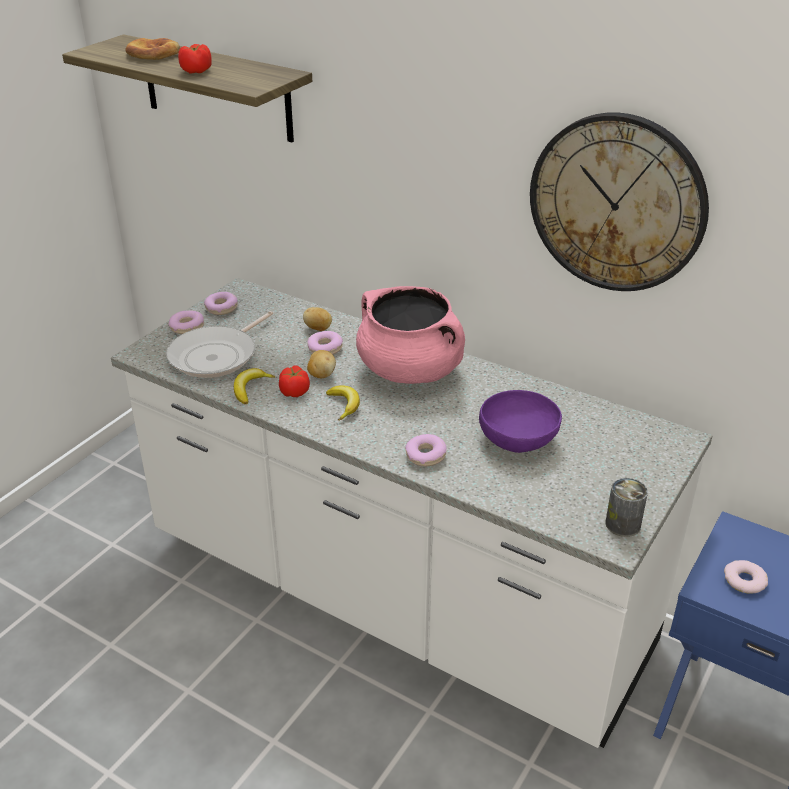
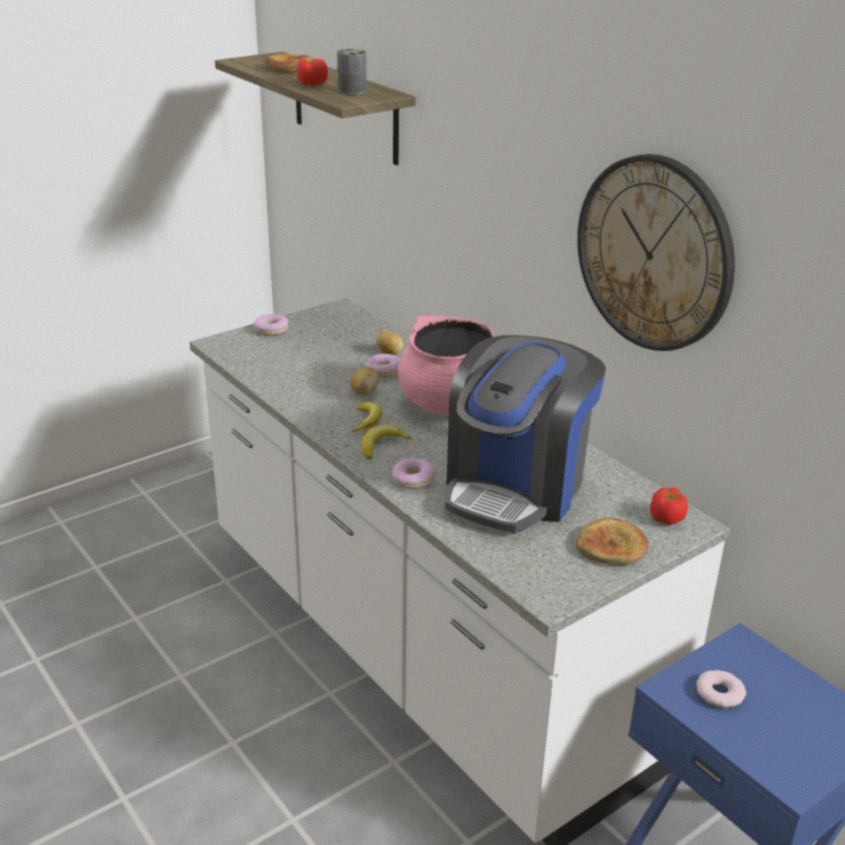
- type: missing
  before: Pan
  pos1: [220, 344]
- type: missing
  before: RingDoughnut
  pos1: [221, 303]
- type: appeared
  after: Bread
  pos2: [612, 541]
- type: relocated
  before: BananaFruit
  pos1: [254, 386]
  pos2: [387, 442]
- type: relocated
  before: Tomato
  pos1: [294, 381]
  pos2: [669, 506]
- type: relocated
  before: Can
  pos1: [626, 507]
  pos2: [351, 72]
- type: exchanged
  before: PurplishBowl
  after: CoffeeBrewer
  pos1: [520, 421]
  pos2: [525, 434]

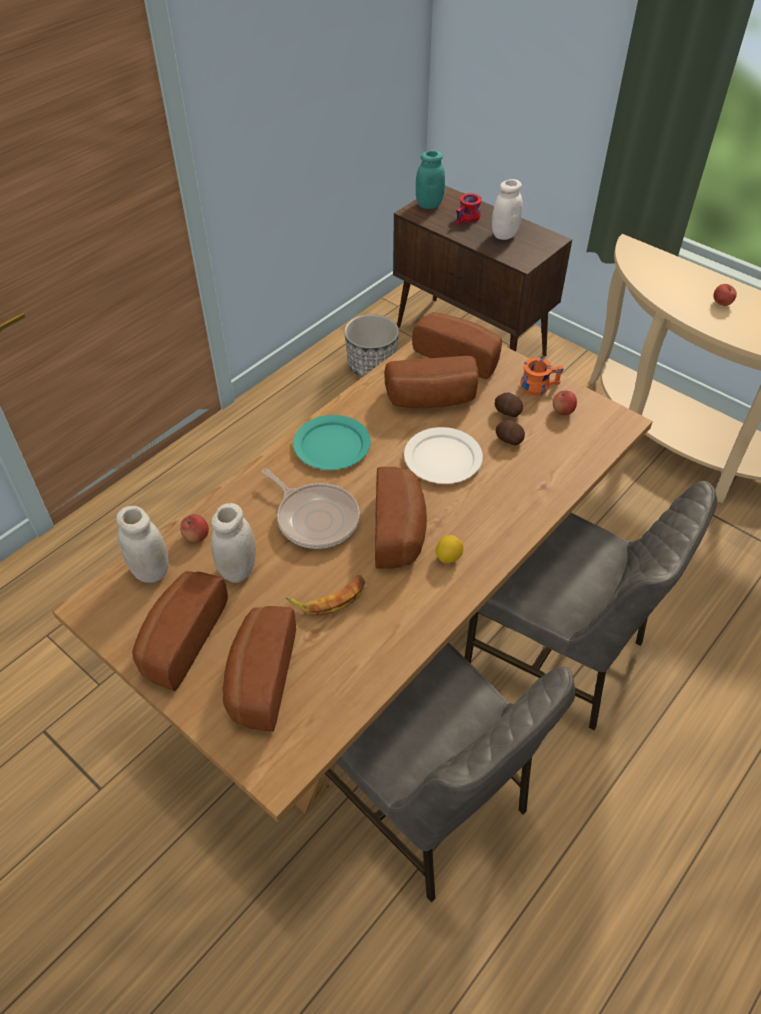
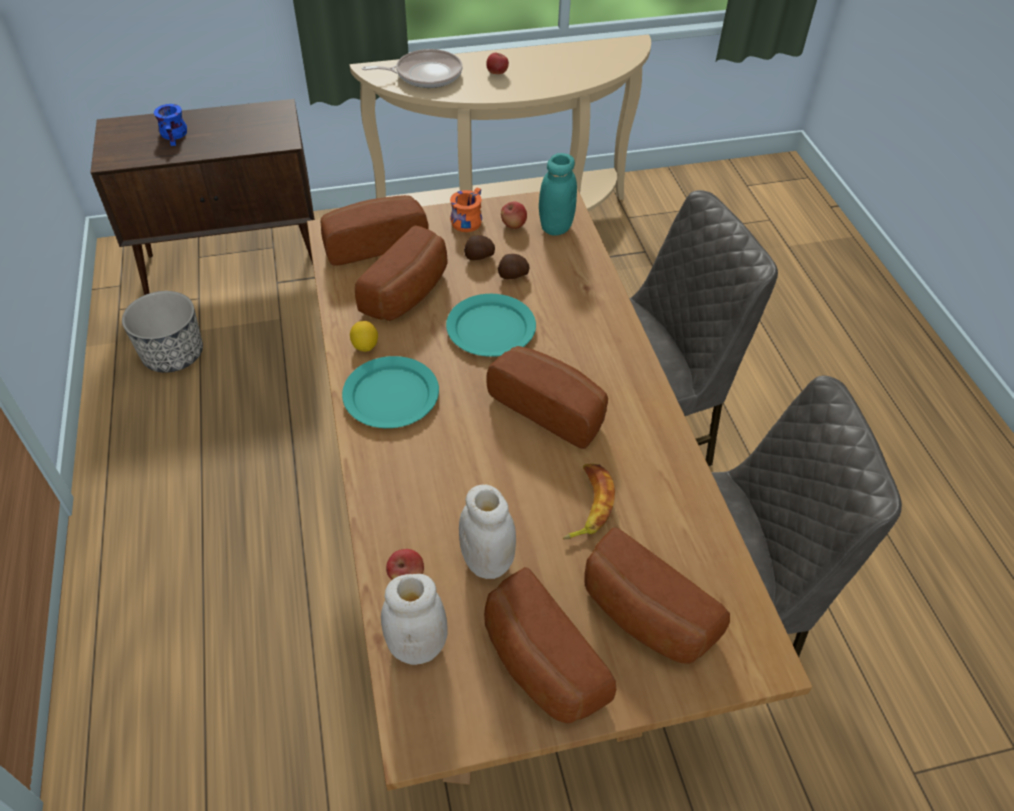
- type: missing
  before: WhitishJar
  pos1: [507, 209]
- type: relocated
  before: Pan
  pos1: [310, 508]
  pos2: [412, 68]
- type: relocated
  before: BlueGreenJar
  pos1: [430, 180]
  pos2: [558, 194]
- type: relocated
  before: CitrusFruit
  pos1: [449, 549]
  pos2: [364, 336]
- type: colour
  before: WhitishFlatDish
  after: BlueGreenFlatDish
  pos1: [443, 455]
  pos2: [491, 325]
- type: colour
  before: RedCoffeeMug
  after: BluishCoffeeMug
  pos1: [469, 209]
  pos2: [170, 125]

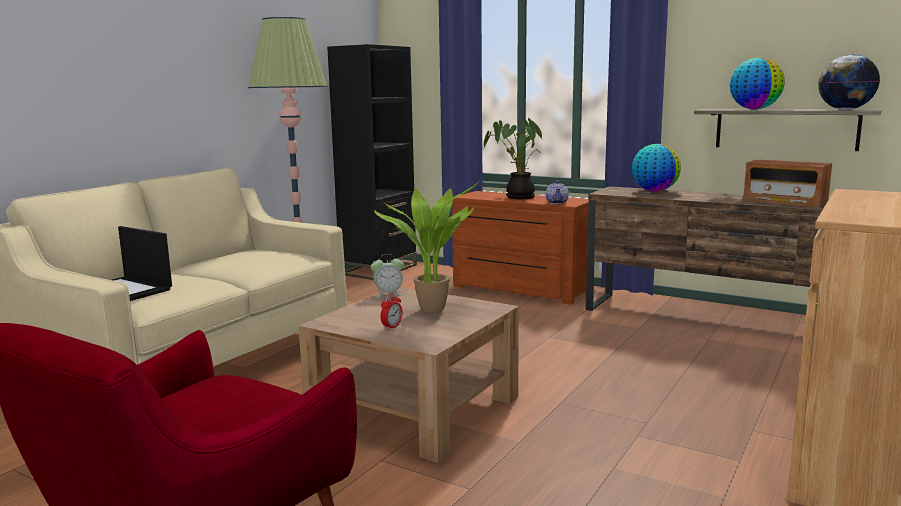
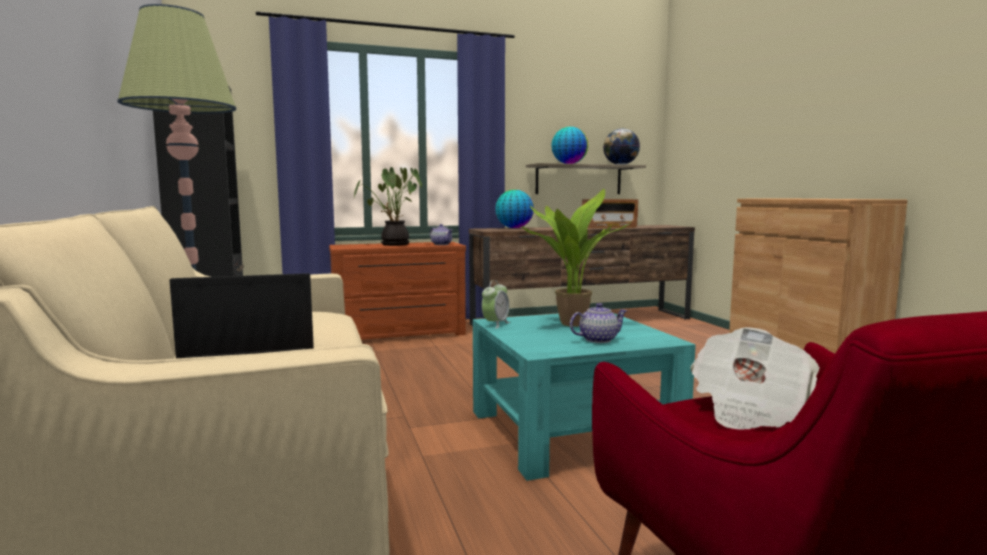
- type: appeared
  after: DailyPaper
  pos2: [754, 378]
- type: exchanged
  before: BedsideClock
  after: Teapot
  pos1: [391, 311]
  pos2: [598, 323]
- type: colour
  before: BrownLoungeTable
  after: BlueGreenLoungeTable
  pos1: [409, 375]
  pos2: [584, 397]

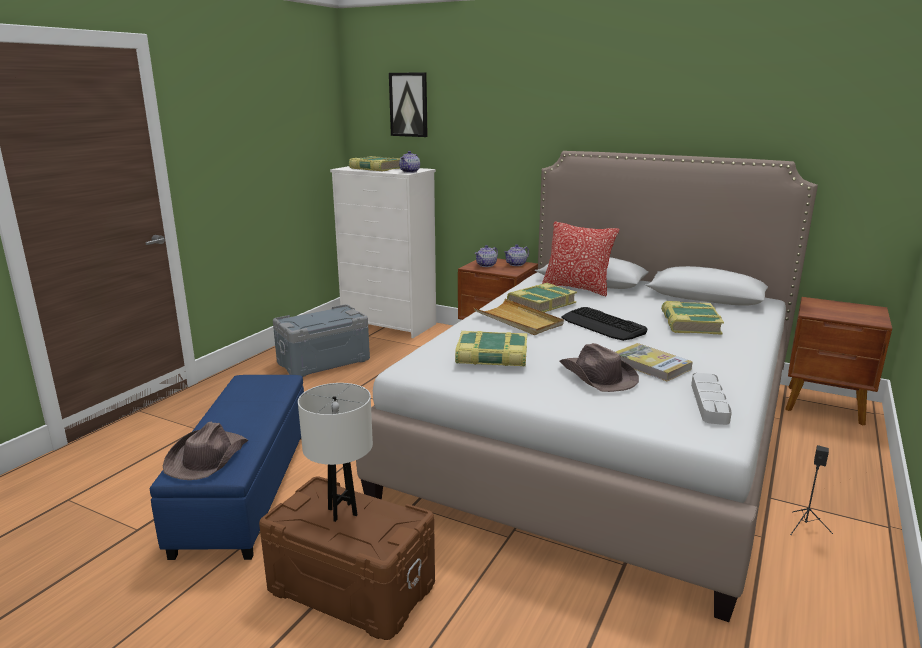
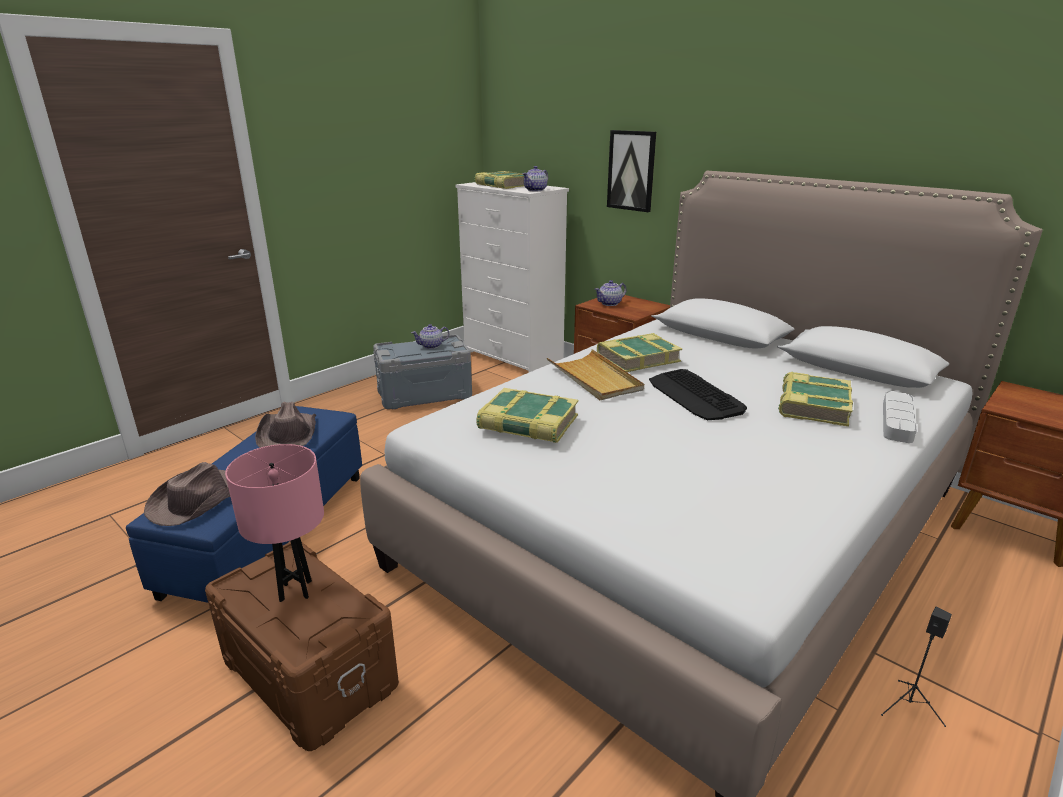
- type: missing
  before: ThrowPillow
  pos1: [580, 258]
- type: missing
  before: Book
  pos1: [654, 362]
- type: relocated
  before: Picture
  pos1: [408, 104]
  pos2: [631, 171]
- type: relocated
  before: Teapot
  pos1: [516, 255]
  pos2: [430, 336]
- type: relocated
  before: BrownHat
  pos1: [599, 367]
  pos2: [285, 425]
- type: relocated
  before: GrayTray
  pos1: [711, 399]
  pos2: [900, 417]
- type: colour
  before: WhitishLampForATable
  after: PinkishLampForATable
  pos1: [335, 452]
  pos2: [274, 523]

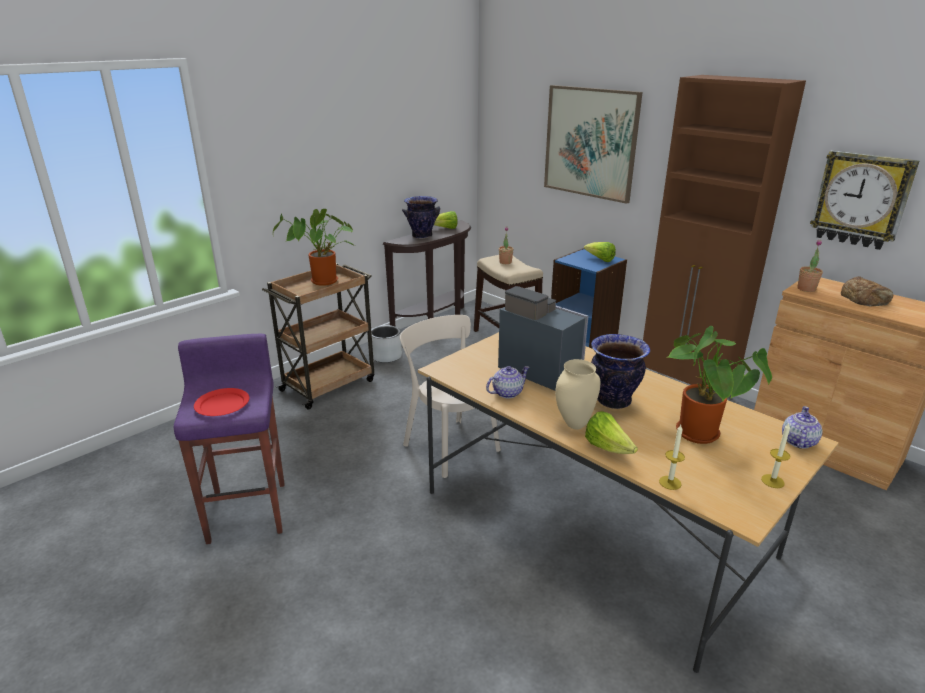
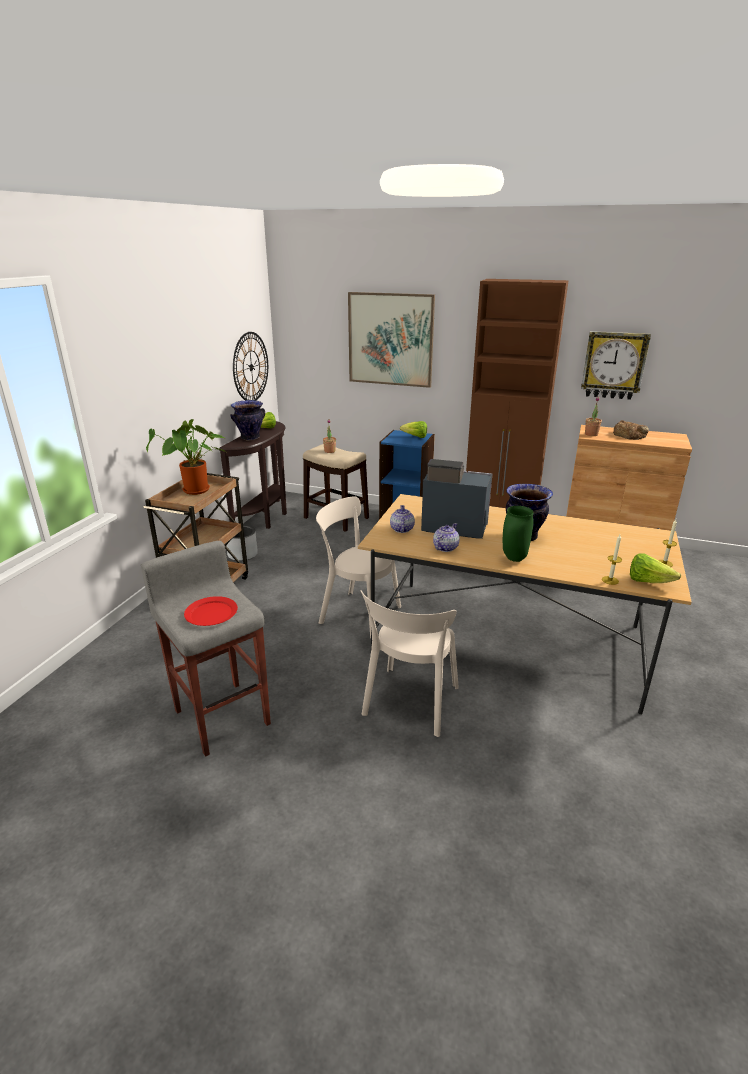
- type: missing
  before: PottedPlant
  pos1: [719, 385]
- type: appeared
  after: ClockOnTheWall
  pos2: [250, 366]
- type: appeared
  after: BeigeColouredChair
  pos2: [409, 663]
- type: relocated
  before: HeadOfLettuce
  pos1: [611, 432]
  pos2: [655, 568]
- type: relocated
  before: Teapot
  pos1: [802, 427]
  pos2: [402, 519]
- type: colour
  before: PurplishStoolSeat
  after: GrayStoolSeat
  pos1: [229, 439]
  pos2: [206, 648]
- type: colour
  before: BeigeColouredFlowerVase
  after: GreenColouredFlowerVase
  pos1: [577, 394]
  pos2: [518, 534]

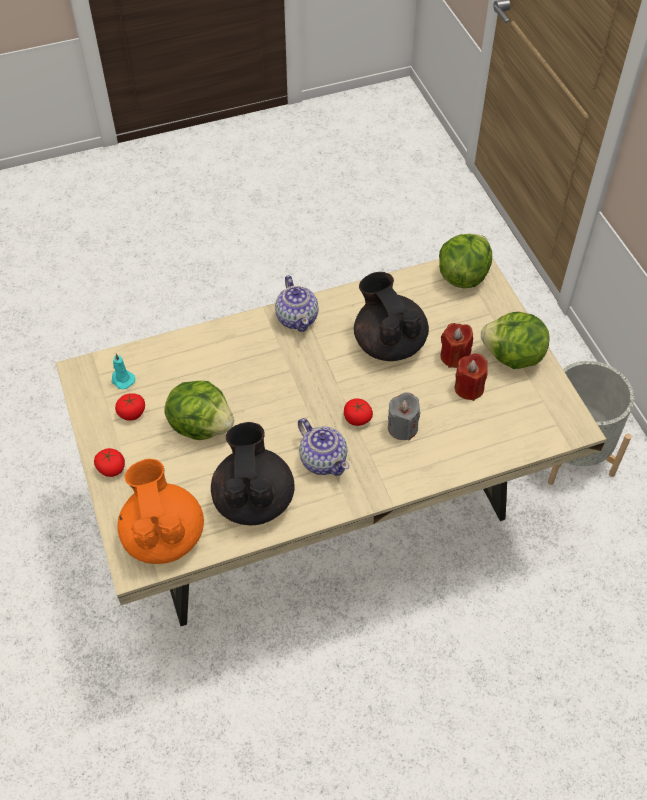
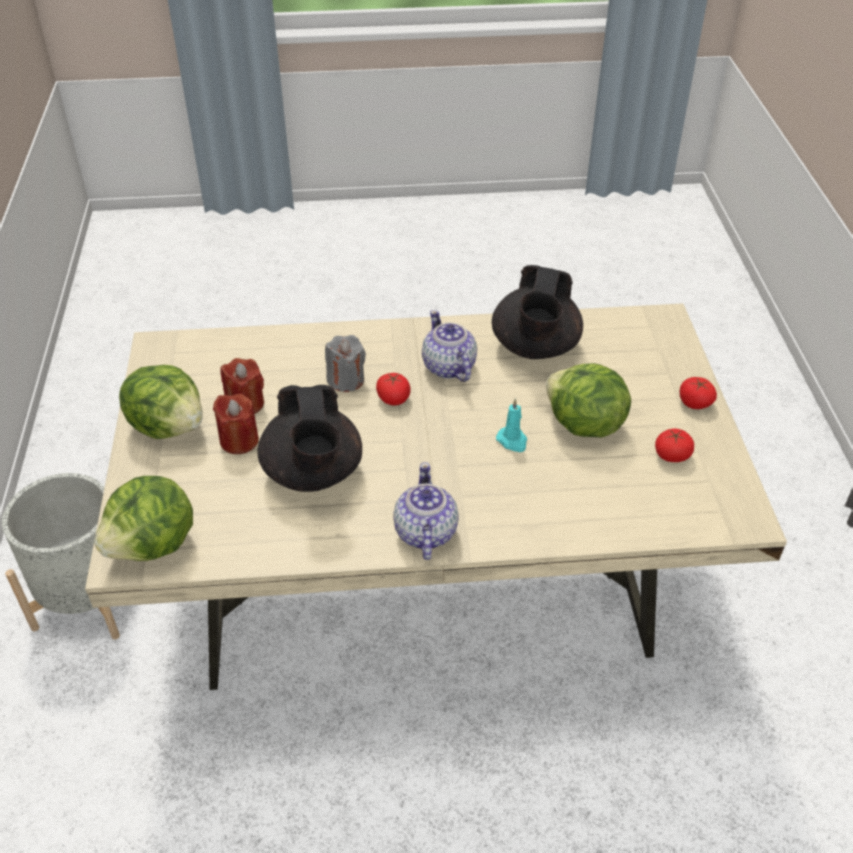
- type: missing
  before: OrangeTeapot
  pos1: [161, 511]
- type: relocated
  before: BlueGreenWaxCandle
  pos1: [123, 371]
  pos2: [511, 425]

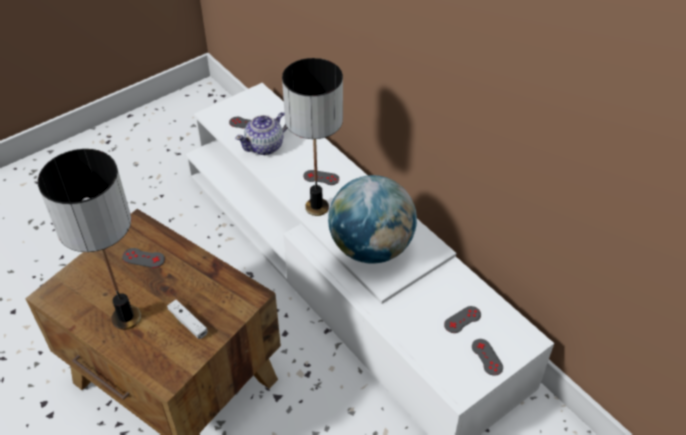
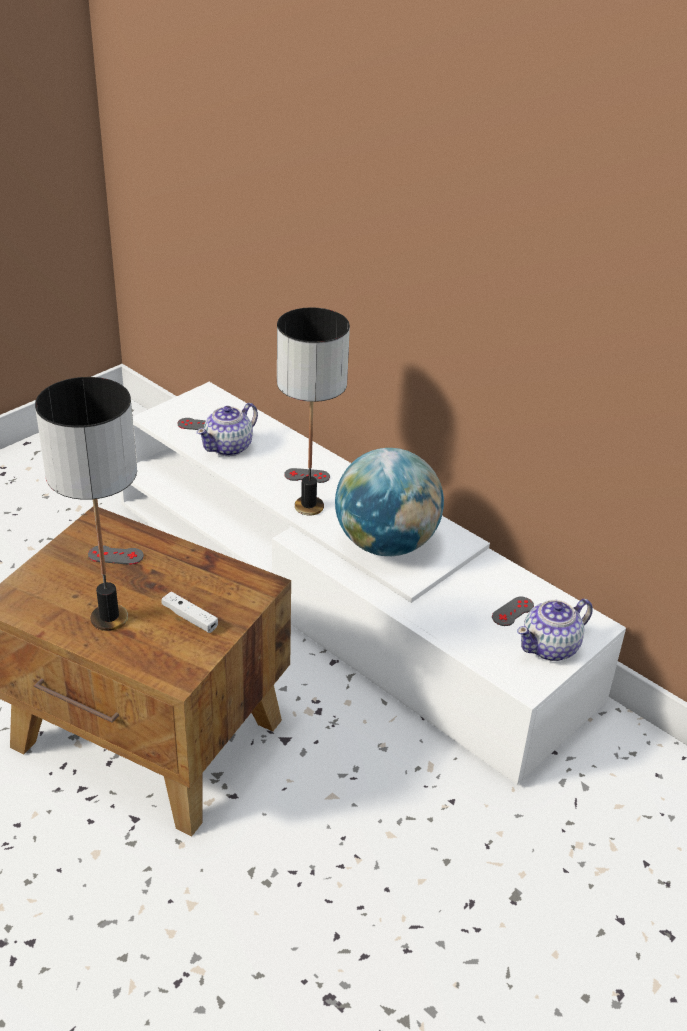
- type: exchanged
  before: GrayJoypad
  after: Teapot
  pos1: [487, 357]
  pos2: [555, 630]

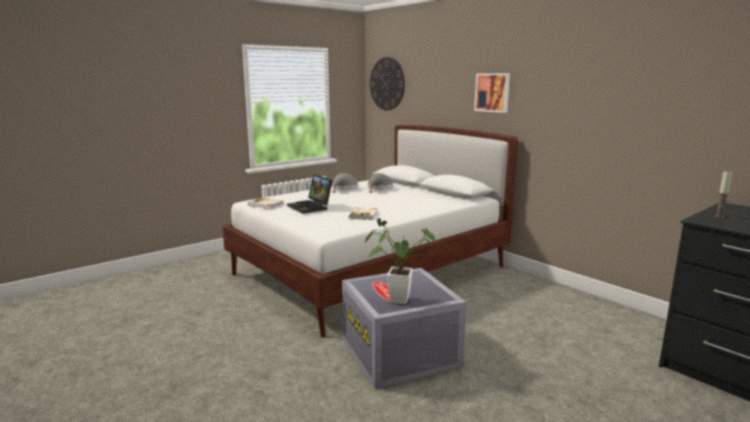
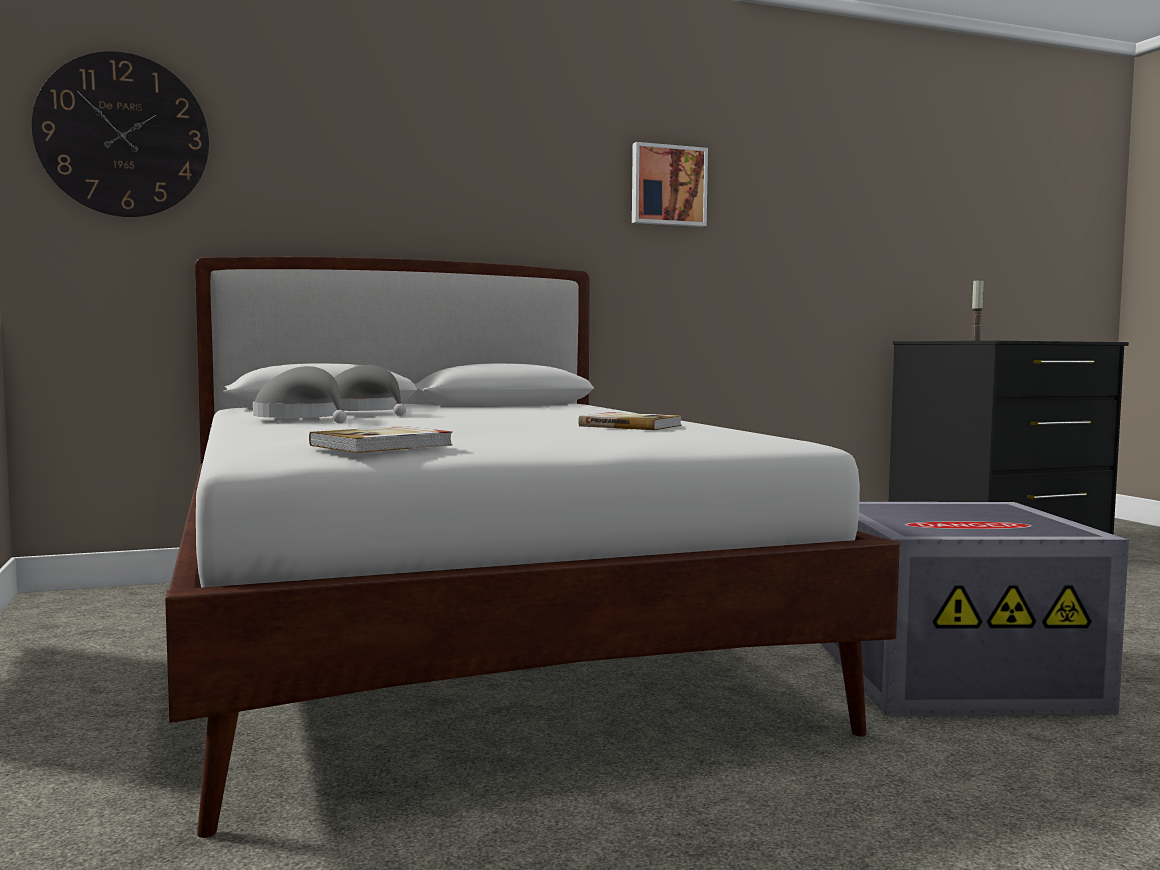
- type: missing
  before: NotebookComputer
  pos1: [310, 194]
- type: missing
  before: PottedPlant
  pos1: [400, 261]
- type: relocated
  before: Picture
  pos1: [492, 93]
  pos2: [670, 184]

